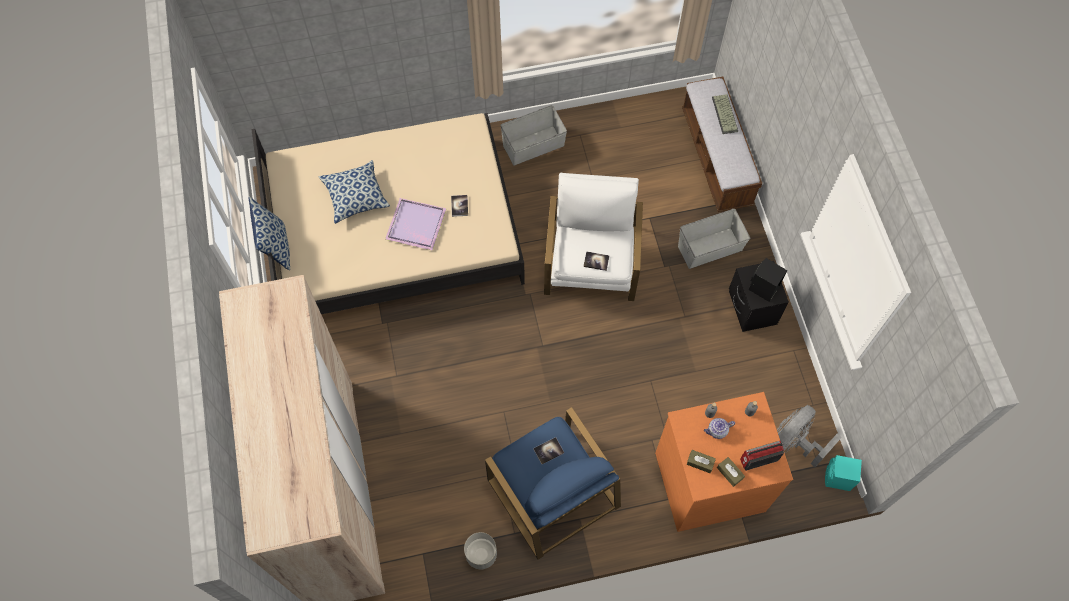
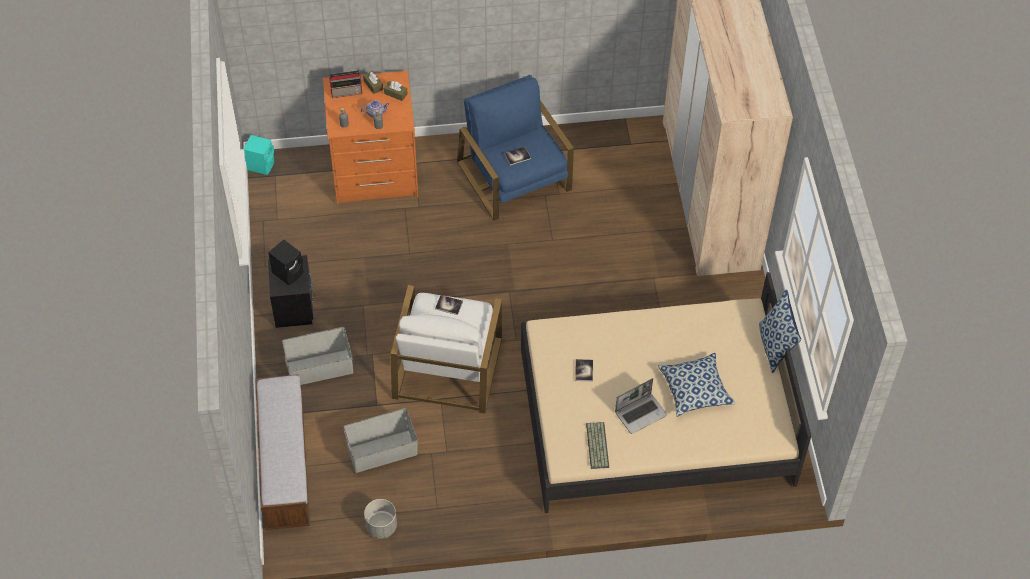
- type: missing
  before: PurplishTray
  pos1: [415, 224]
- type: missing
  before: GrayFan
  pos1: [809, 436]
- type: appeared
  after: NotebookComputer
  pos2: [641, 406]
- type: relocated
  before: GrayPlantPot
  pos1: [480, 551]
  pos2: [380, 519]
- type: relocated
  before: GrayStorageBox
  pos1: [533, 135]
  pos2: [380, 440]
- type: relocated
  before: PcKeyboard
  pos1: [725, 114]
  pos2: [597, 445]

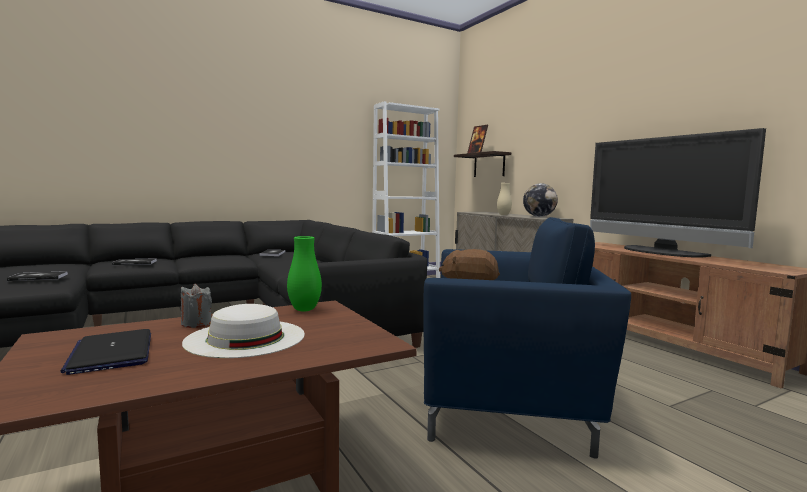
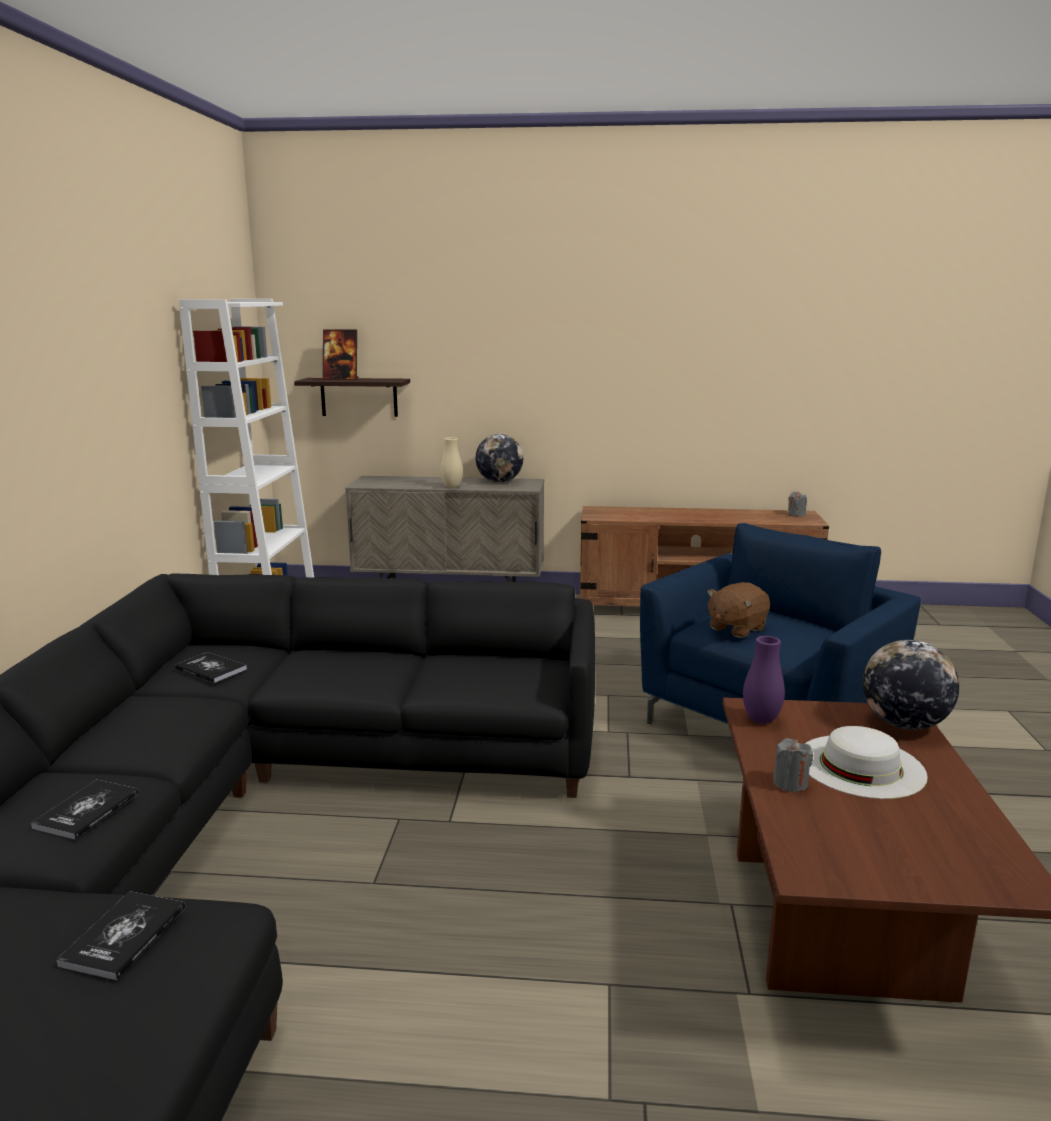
- type: missing
  before: NotebookComputer
  pos1: [105, 352]
- type: missing
  before: Tv
  pos1: [678, 193]
- type: appeared
  after: GrayWaxCandle
  pos2: [797, 504]
- type: appeared
  after: WorldGlobe
  pos2: [911, 685]
- type: colour
  before: GreenColouredFlowerVase
  after: PurplishFlowerVase
  pos1: [304, 274]
  pos2: [764, 680]

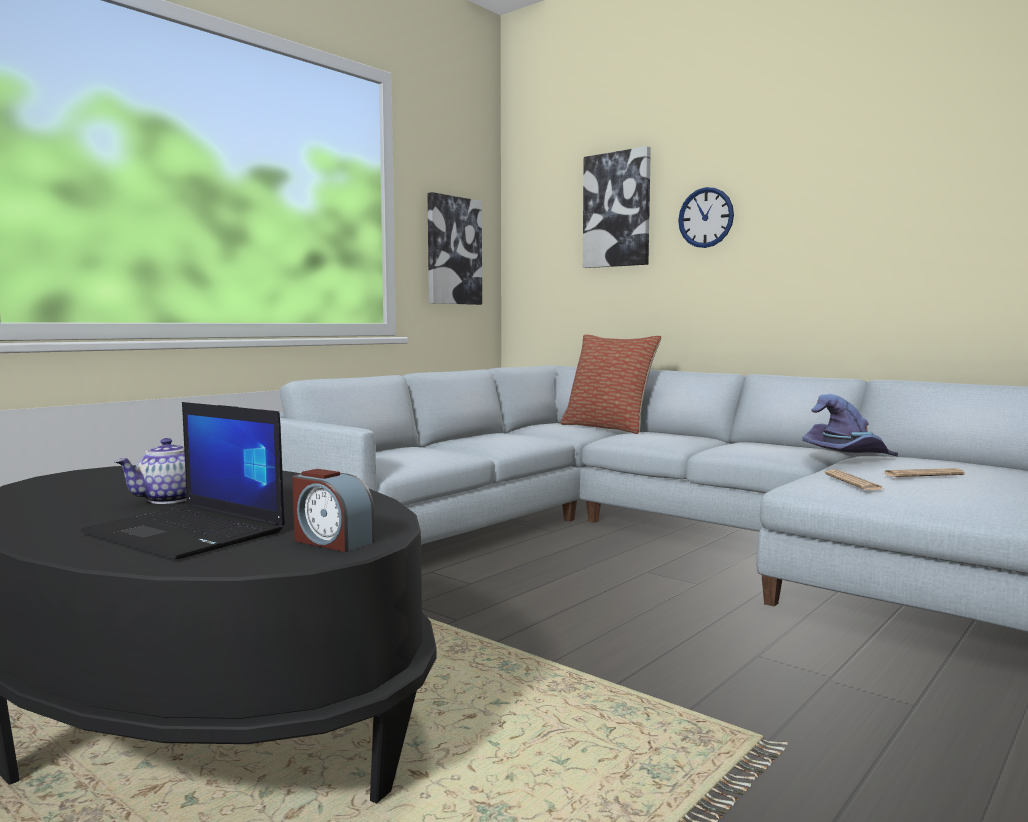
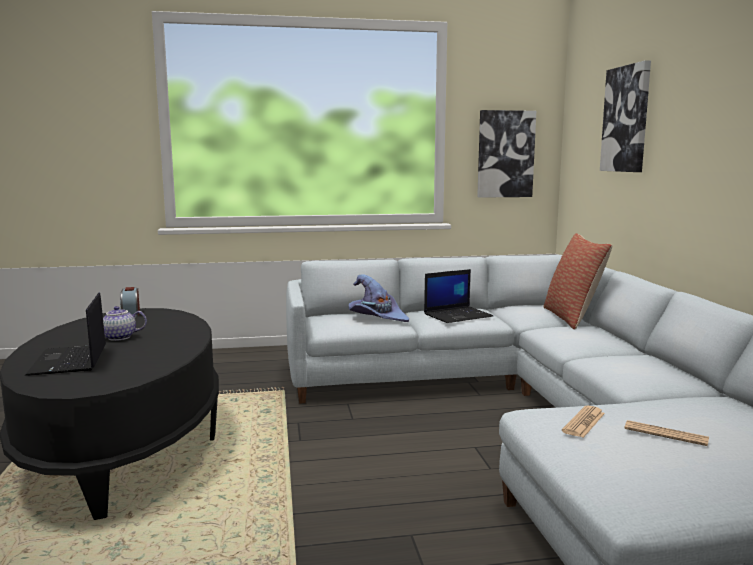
- type: missing
  before: ClockOnTheWall
  pos1: [706, 217]
- type: appeared
  after: NotebookComputer
  pos2: [458, 296]
- type: relocated
  before: BedsideClock
  pos1: [333, 510]
  pos2: [130, 302]
- type: relocated
  before: PurplishHat
  pos1: [850, 425]
  pos2: [379, 298]

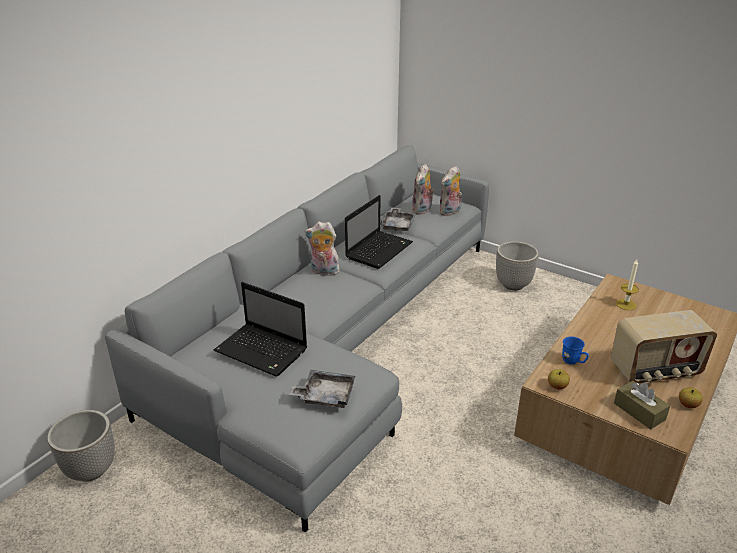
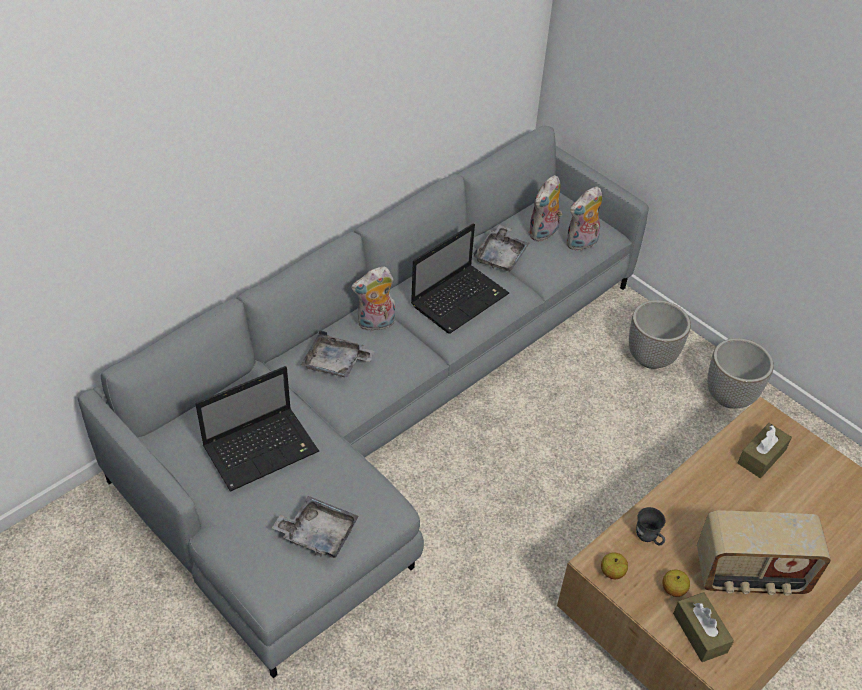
- type: appeared
  after: GrayTray
  pos2: [338, 353]
- type: relocated
  before: PlantPot
  pos1: [81, 446]
  pos2: [740, 373]
- type: relocated
  before: AppleFruit
  pos1: [691, 397]
  pos2: [676, 583]
- type: exchanged
  before: WaxCandle
  after: BrownTissueHolder
  pos1: [627, 284]
  pos2: [765, 450]
- type: colour
  before: BluishCoffeeMug
  after: GrayCoffeeMug
  pos1: [575, 350]
  pos2: [650, 526]
- type: spun
  before: NotebookComputer
  pos1: [260, 329]
  pos2: [257, 429]
  turn: -75
- type: spun
  before: SoftToy
  pos1: [322, 249]
  pos2: [373, 299]
  turn: -45

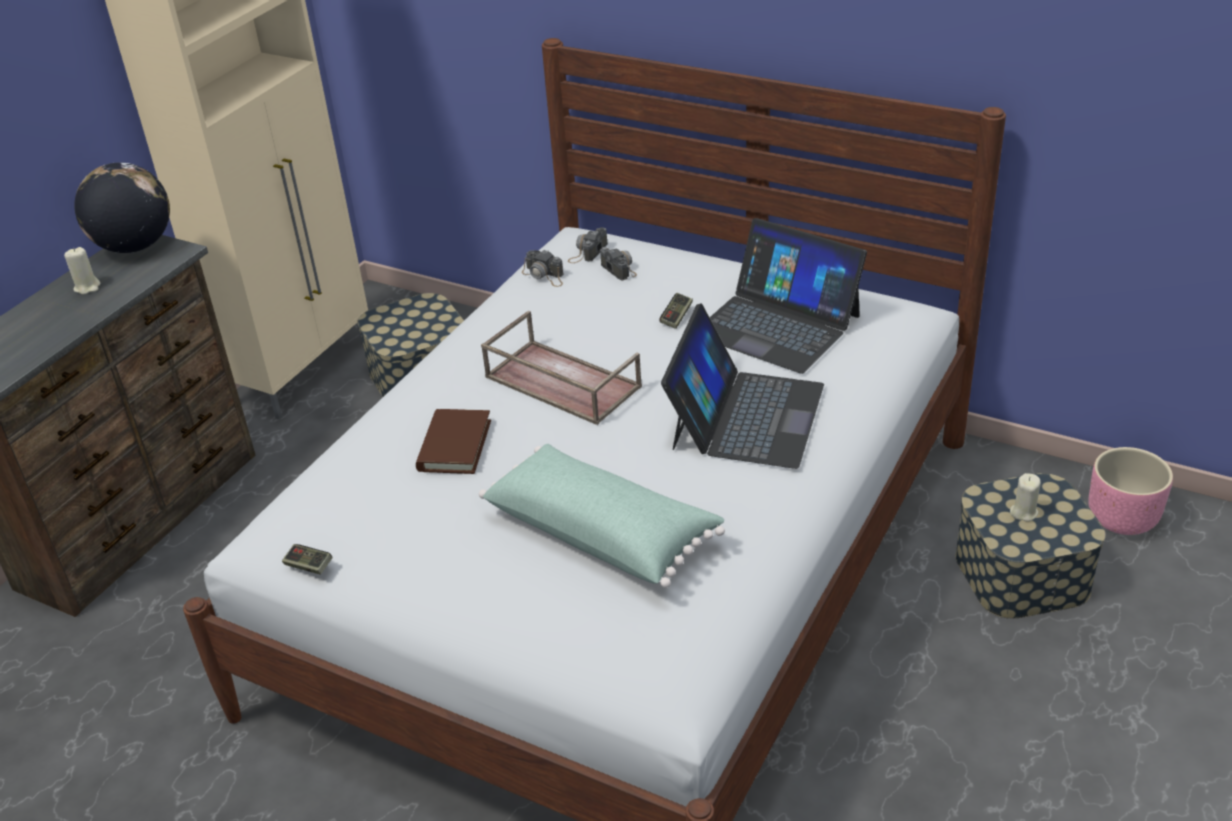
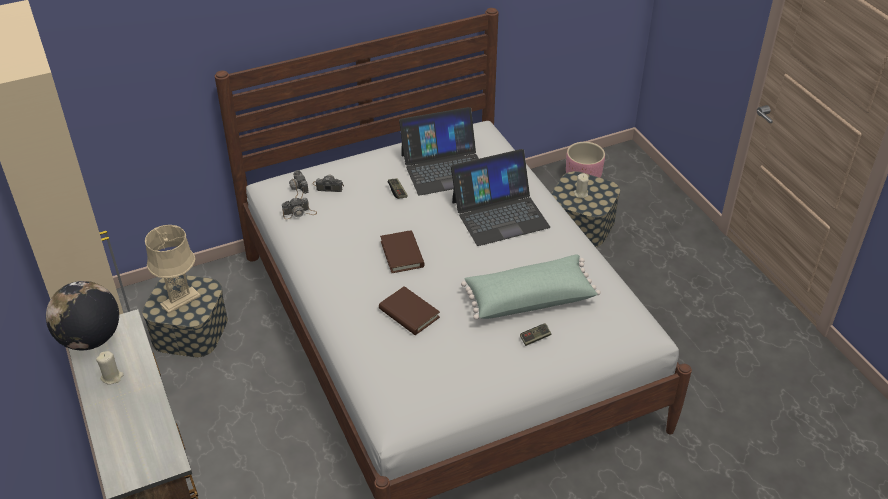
- type: appeared
  after: BeigeColouredLampForATable
  pos2: [173, 269]
- type: relocated
  before: Joypad
  pos1: [307, 559]
  pos2: [535, 334]
- type: exchanged
  before: BrownTray
  after: BrownBook
  pos1: [561, 368]
  pos2: [402, 251]
- type: spun
  before: NotebookComputer
  pos1: [742, 386]
  pos2: [500, 197]
  turn: 105

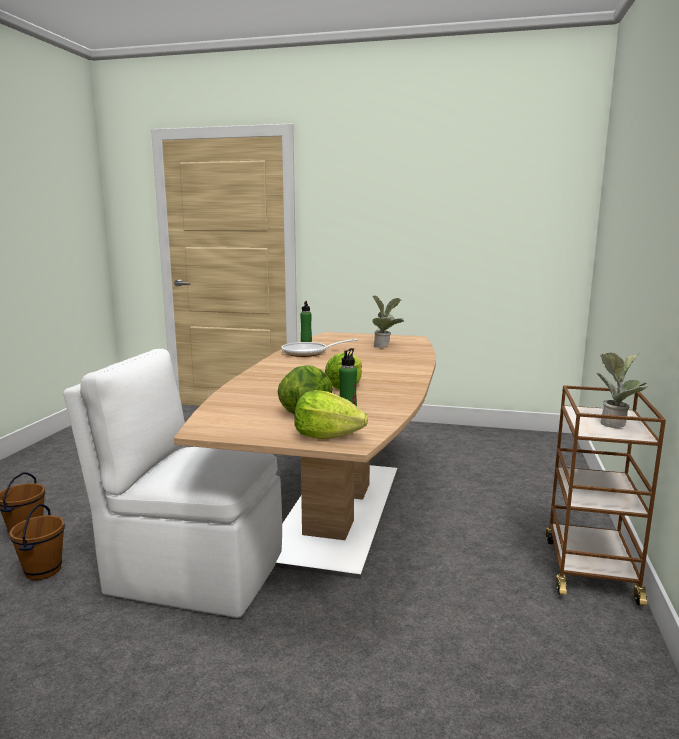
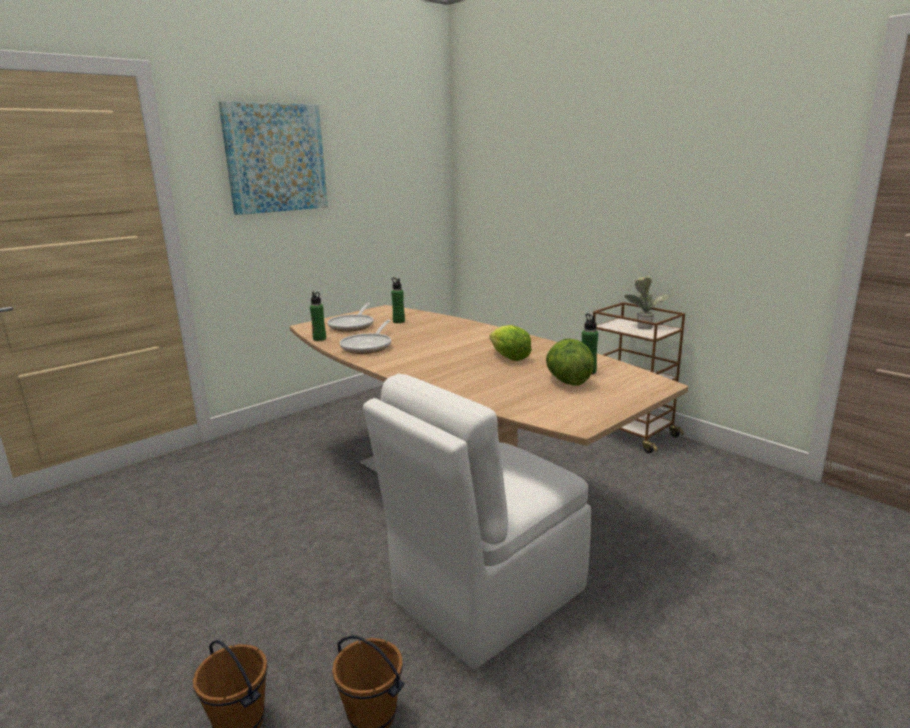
- type: missing
  before: HeadOfLettuce
  pos1: [331, 414]
- type: appeared
  after: Picture
  pos2: [273, 158]
- type: appeared
  after: Pan
  pos2: [350, 317]
- type: exchanged
  before: PottedPlant
  after: GreenColouredBeverageBottle
  pos1: [388, 322]
  pos2: [398, 300]

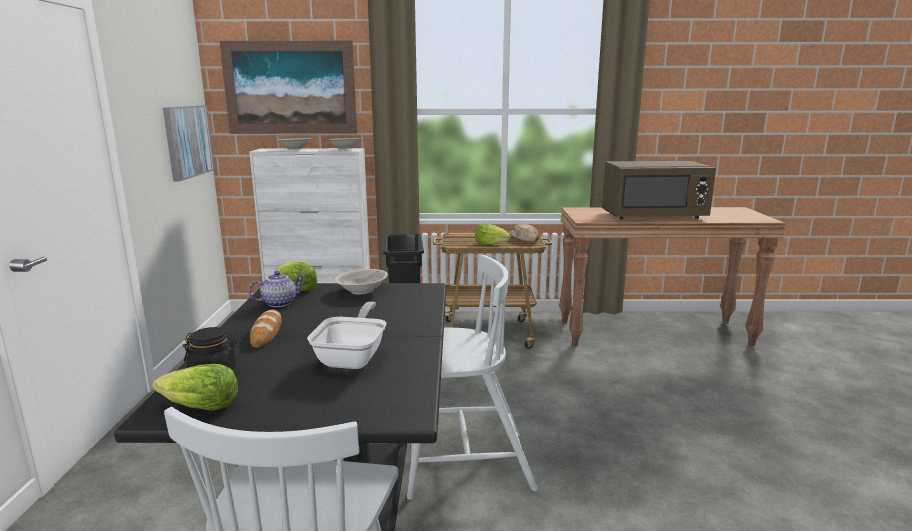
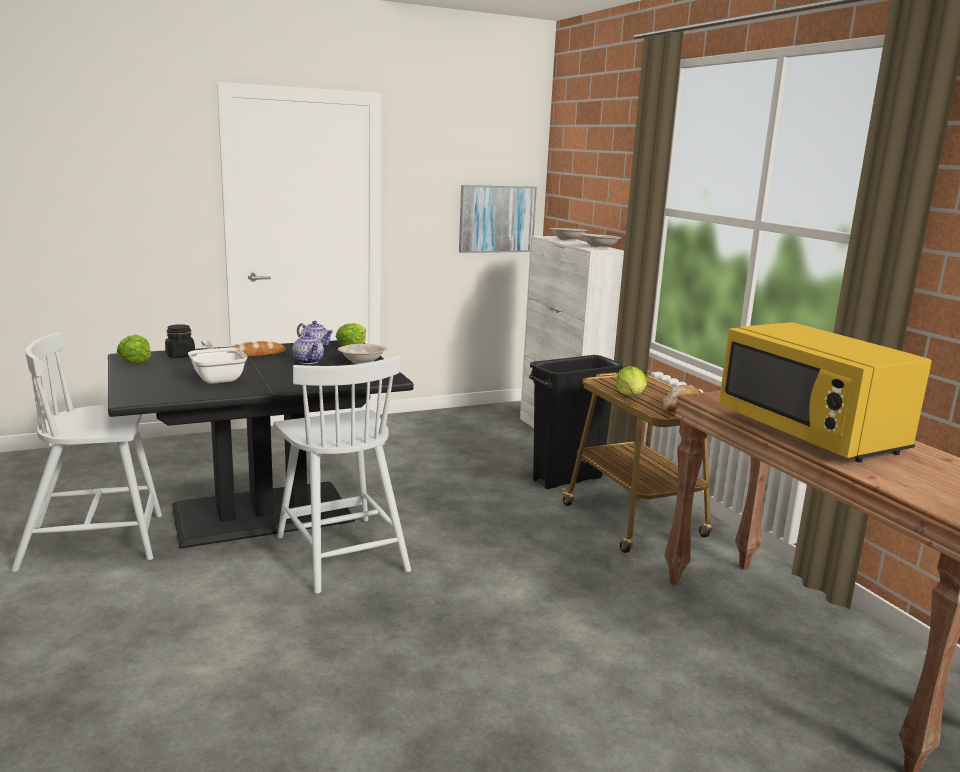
- type: missing
  before: Picture
  pos1: [288, 87]
- type: appeared
  after: Teapot
  pos2: [308, 348]
- type: colour
  before: BrownKitchenMicrowave
  after: YellowColouredKitchenMicrowave
  pos1: [659, 190]
  pos2: [825, 392]
- type: spun
  before: Pan
  pos1: [346, 335]
  pos2: [217, 362]
  turn: -105

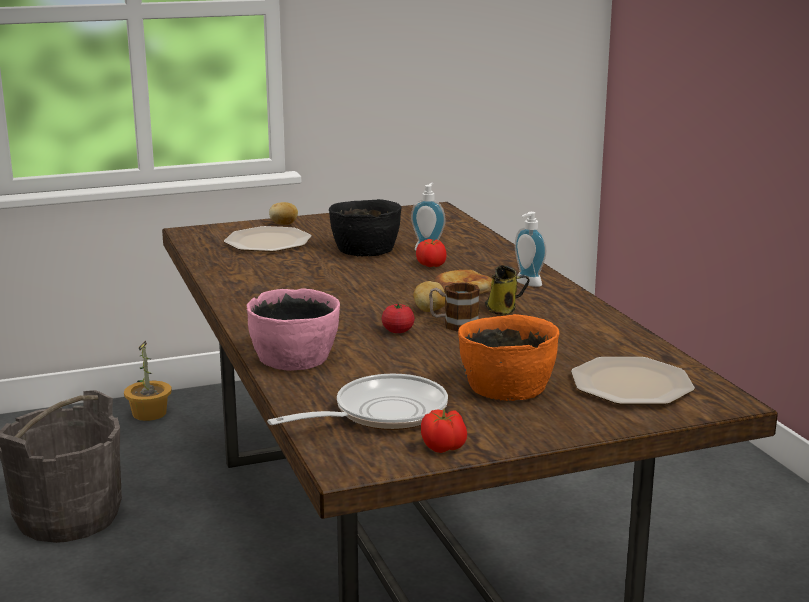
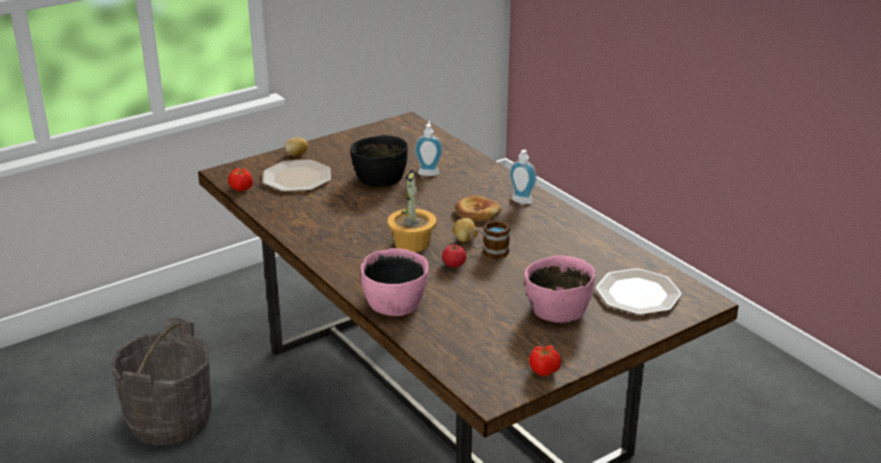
- type: missing
  before: Pan
  pos1: [357, 402]
- type: missing
  before: CoffeeMug
  pos1: [507, 290]
- type: relocated
  before: PottedPlant
  pos1: [148, 380]
  pos2: [412, 211]
- type: relocated
  before: Tomato
  pos1: [431, 253]
  pos2: [240, 179]
- type: colour
  before: OrangeBowl
  after: PinkishBowl
  pos1: [508, 357]
  pos2: [560, 289]

